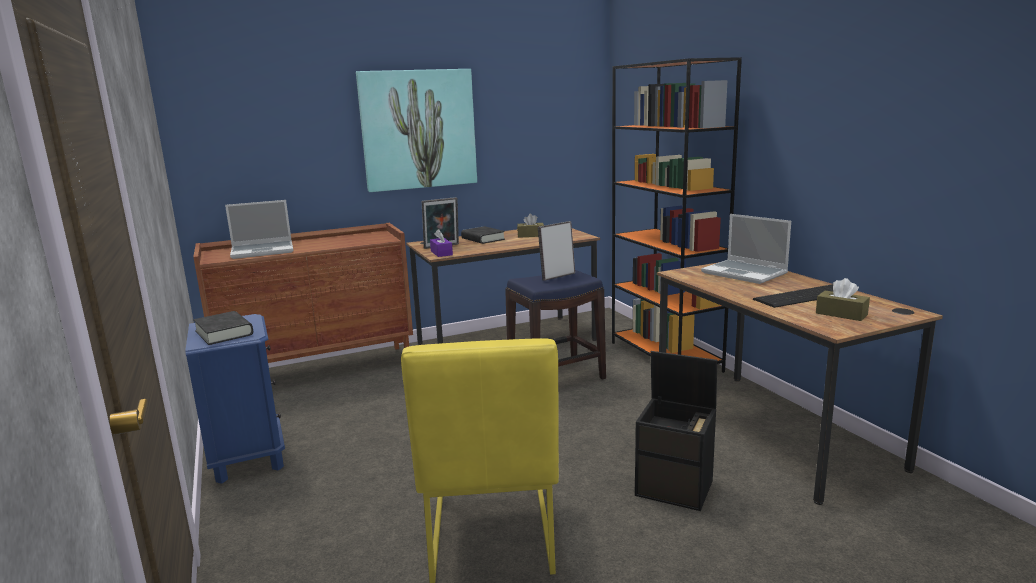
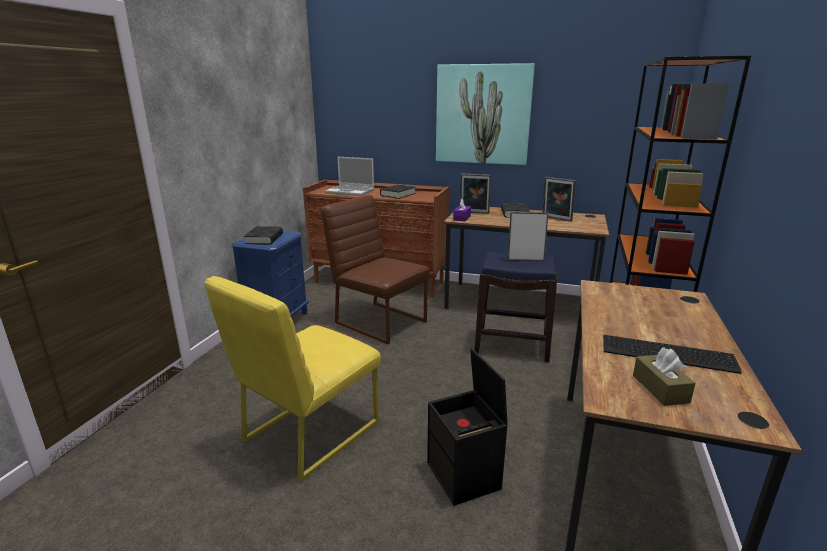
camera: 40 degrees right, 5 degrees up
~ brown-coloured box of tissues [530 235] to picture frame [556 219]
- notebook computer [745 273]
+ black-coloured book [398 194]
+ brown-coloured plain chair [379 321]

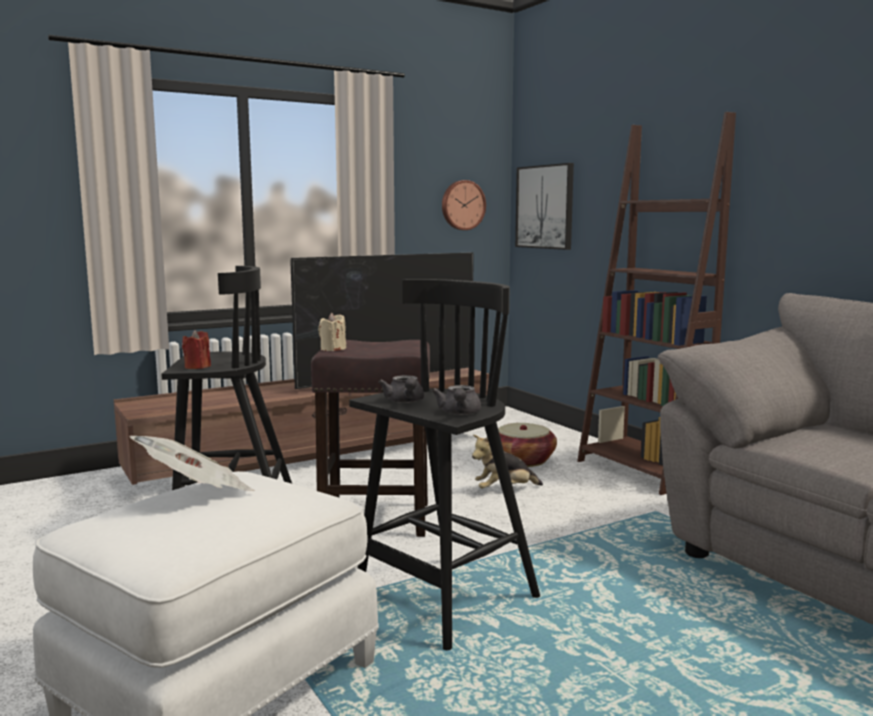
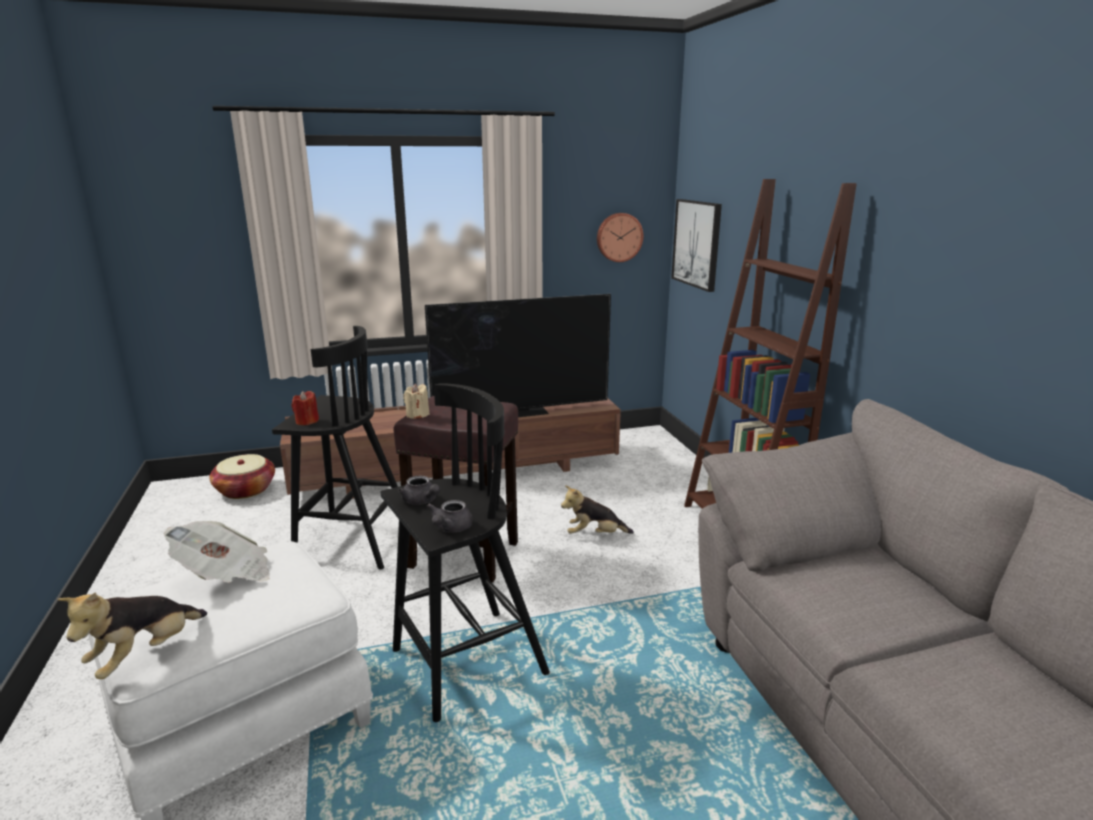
camera: 15 degrees right, 10 degrees up
~ greyish teapot [405 402] = [421 501] 45 degrees counterclockwise
~ basket [523 460] to [245 490]
+ soft toy [145 655]

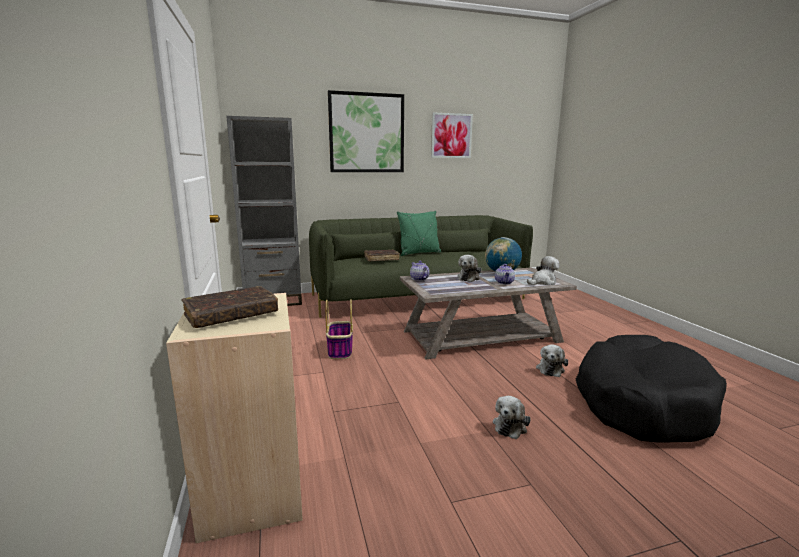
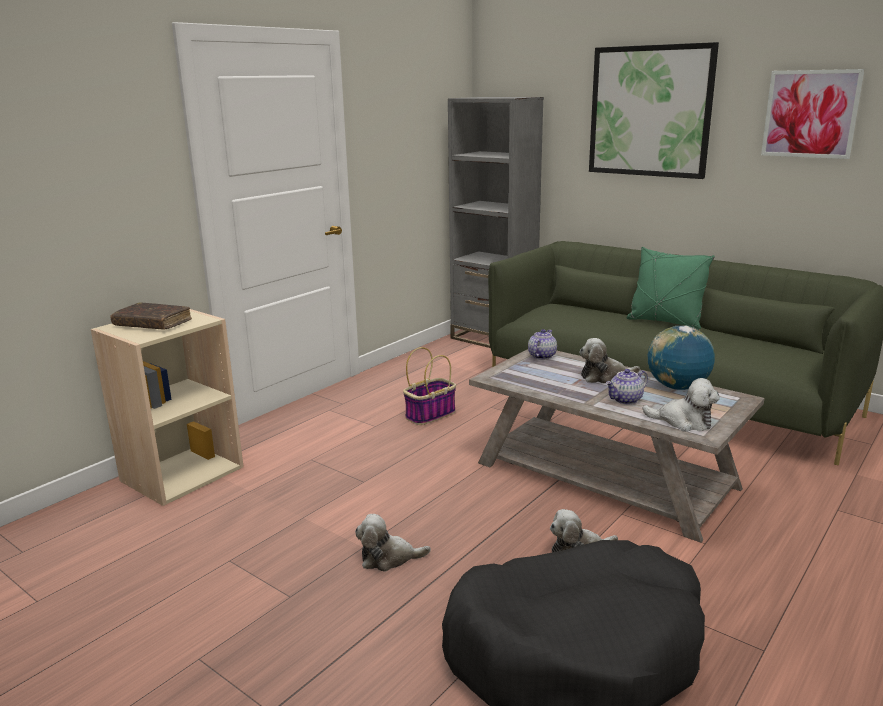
camera: 55 degrees right, 5 degrees up
- brown-coloured book [381 259]

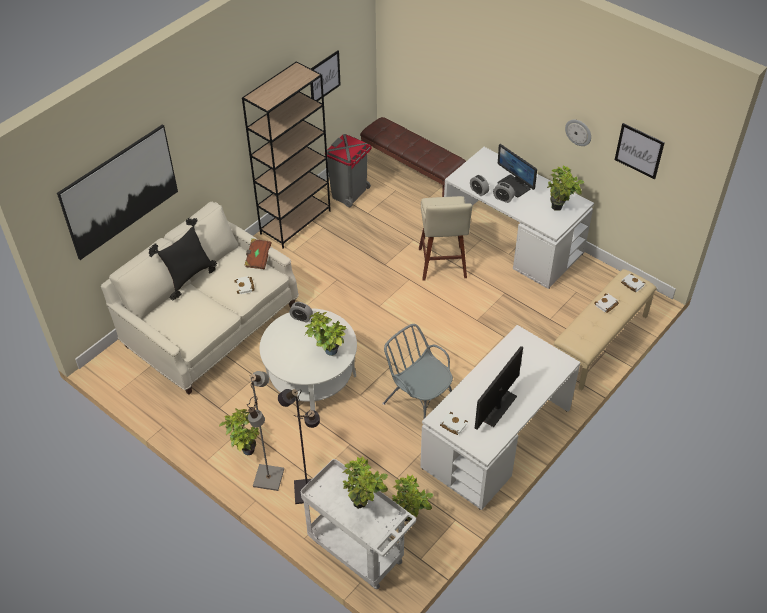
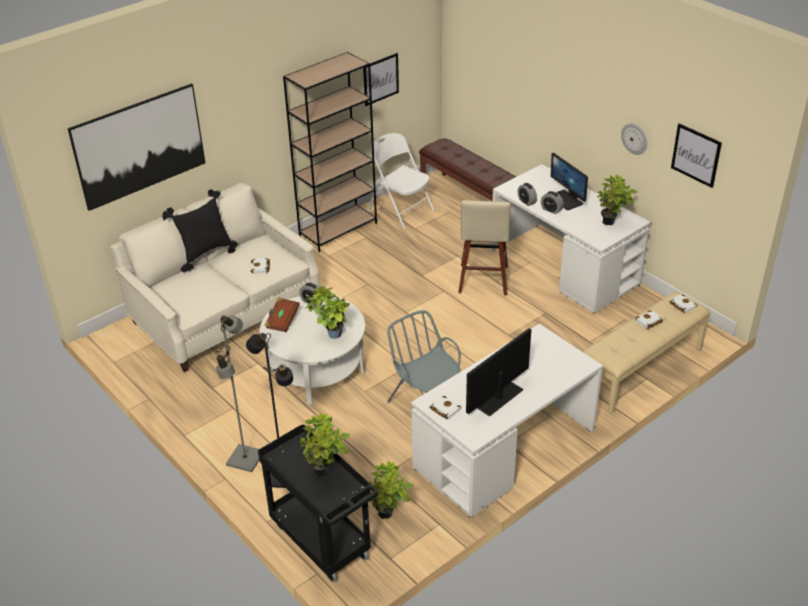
camera: 10 degrees right, 10 degrees down
~ greyish rubbish bin [350 194] to white-coloured plain chair [401 210]
~ brown-coloured book [258 258] to [282 320]
- potted plant [245 449]
~ white-coloured cart [359 554] to black-coloured cart [324 545]

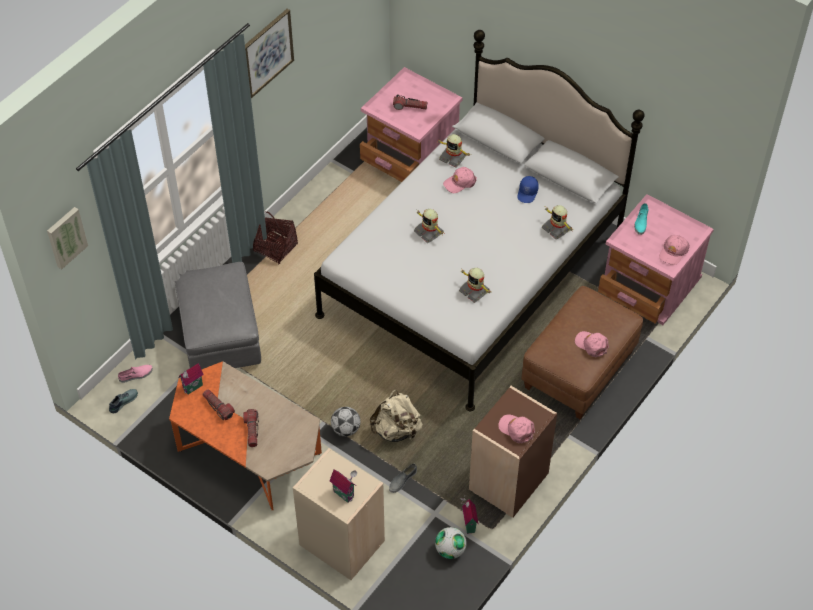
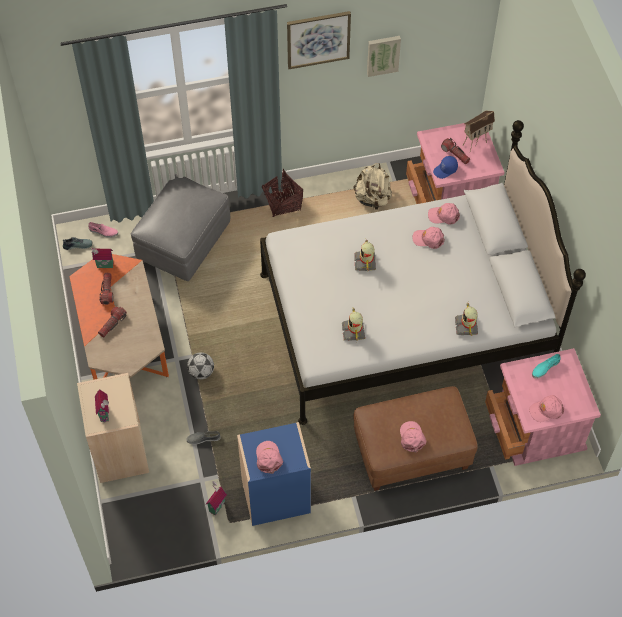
camera: 40 degrees right, 5 degrees up
~ model robot [453 157] to pink-coloured cap [444 216]
~ blue-coloured cap [527 193] to [445 170]
~ picture [66 237] to [383 54]
~ brown-coloured bookcase [509 482] to blue-coloured bookcase [275 497]
~ sand-coloured knapsack [397 430] to [372 199]
- football [450 550]
+ toy house [475 141]

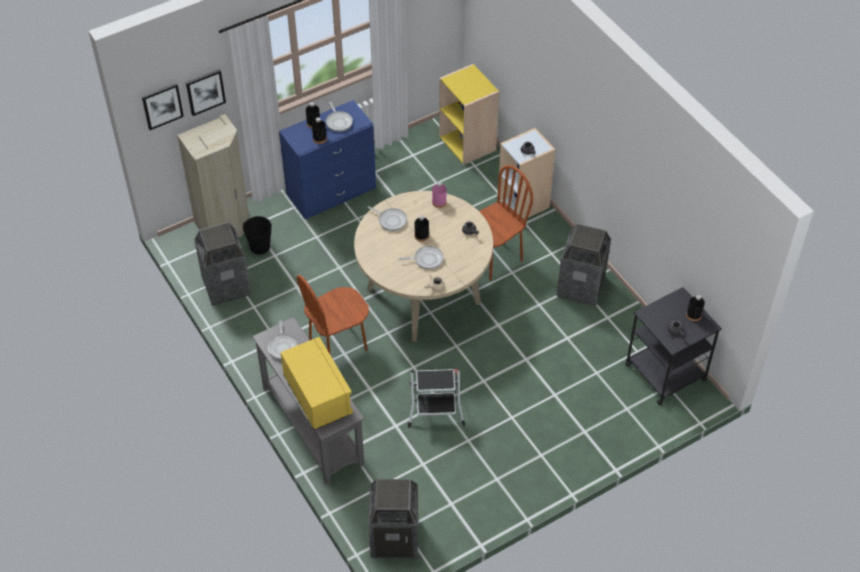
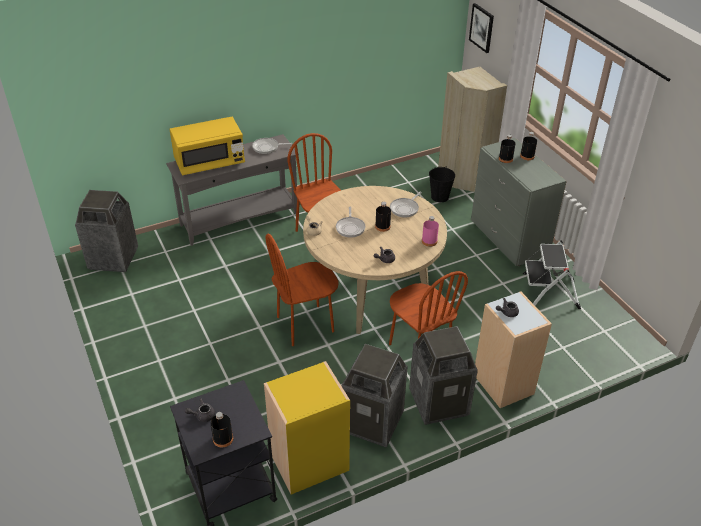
camera: 95 degrees right, 10 degrees down
~ yellow bookcase [468 143] to [309 463]
- picture [205 91]
~ blue-coloured dresser [332 193] to greyish dresser [508 240]
- skillet [338 121]
~ rubbish bin [226 286] to [439 402]
~ step stool [435 405] to [549 291]
+ brown-coloured plain chair [305 325]

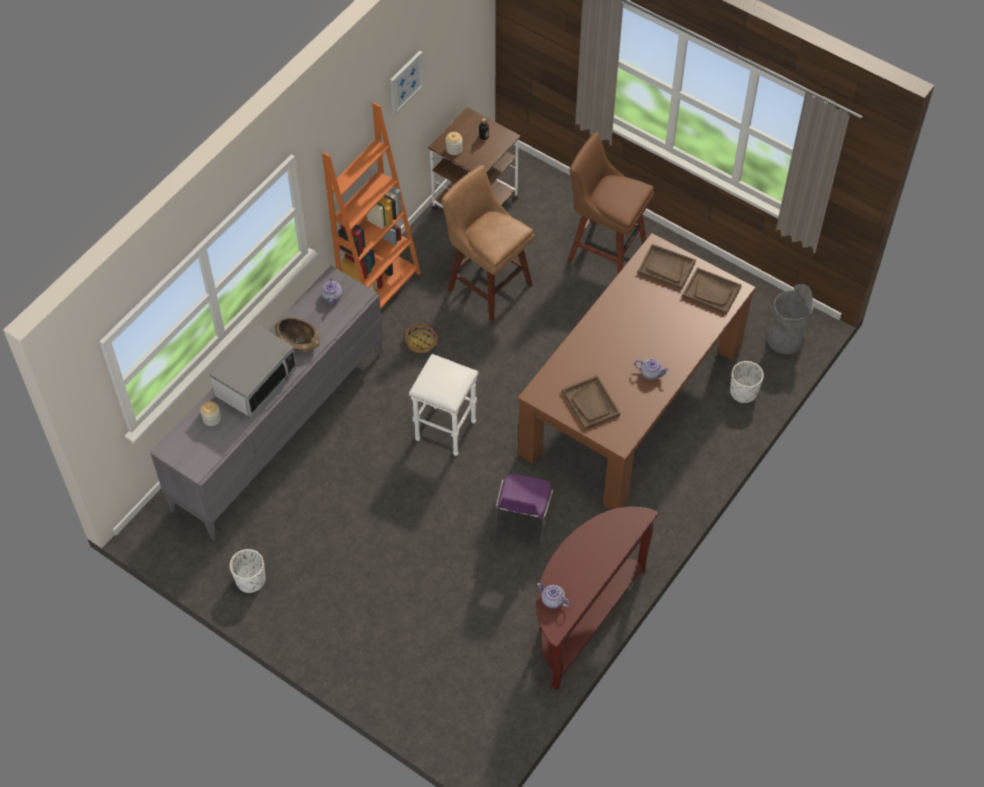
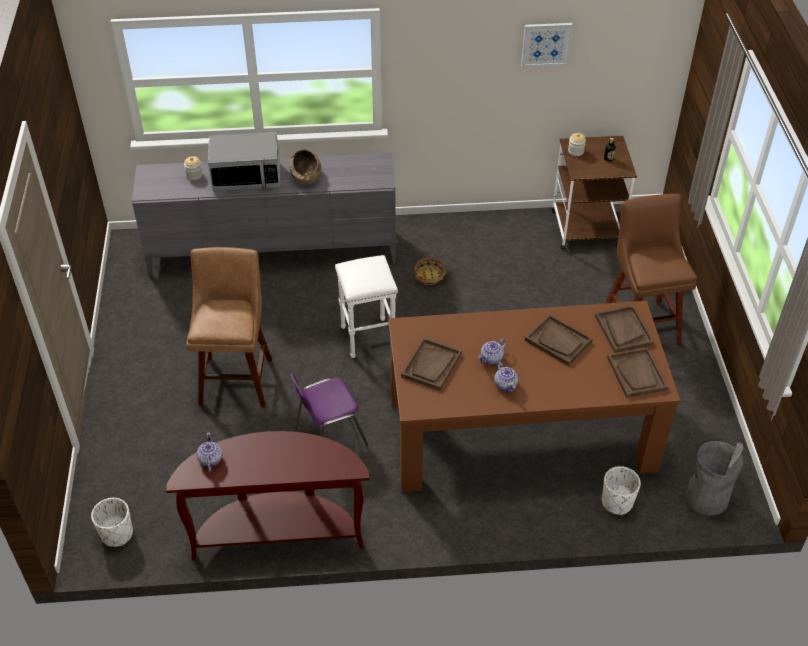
camera: 50 degrees right, 10 degrees down
- orange bookcase [380 287]
~ brown-coloured stool seat [487 285] to [236 379]
~ teapot [332 296] to [491 359]
~ white-coloured flower pot [250 580] to [117 534]
+ brown-coloured serving tray [558 341]

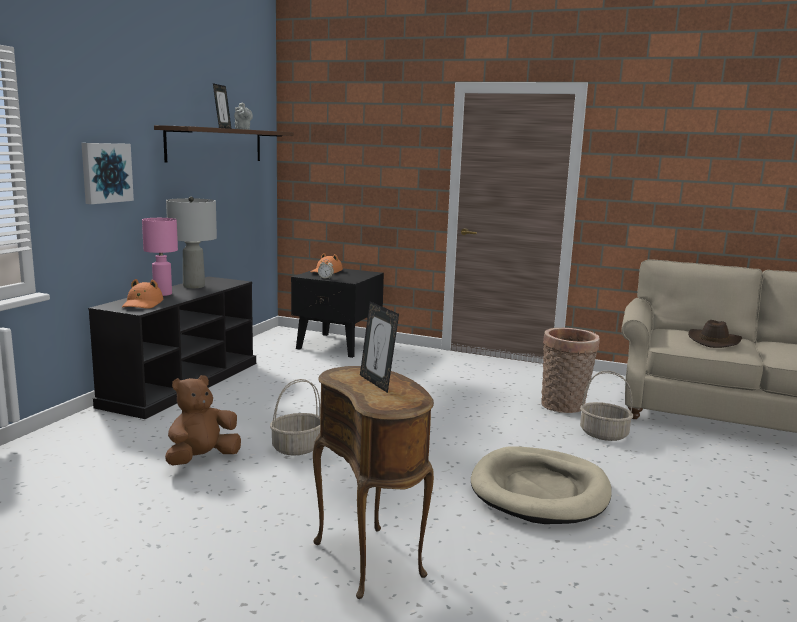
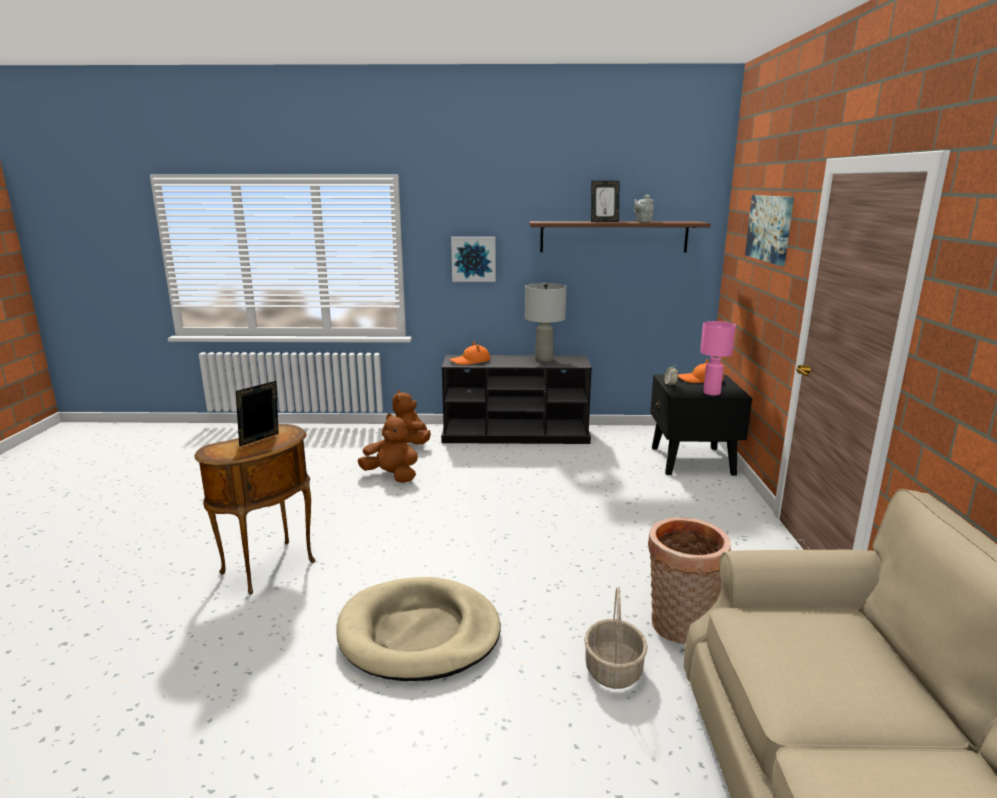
camera: 70 degrees right, 5 degrees up
~ pink-coloured table lamp [163 294] to [712 393]
- brown-coloured wearable hat [713 341]
- basket [297 447]
+ picture [770 228]
+ brown-coloured soft toy [413 441]

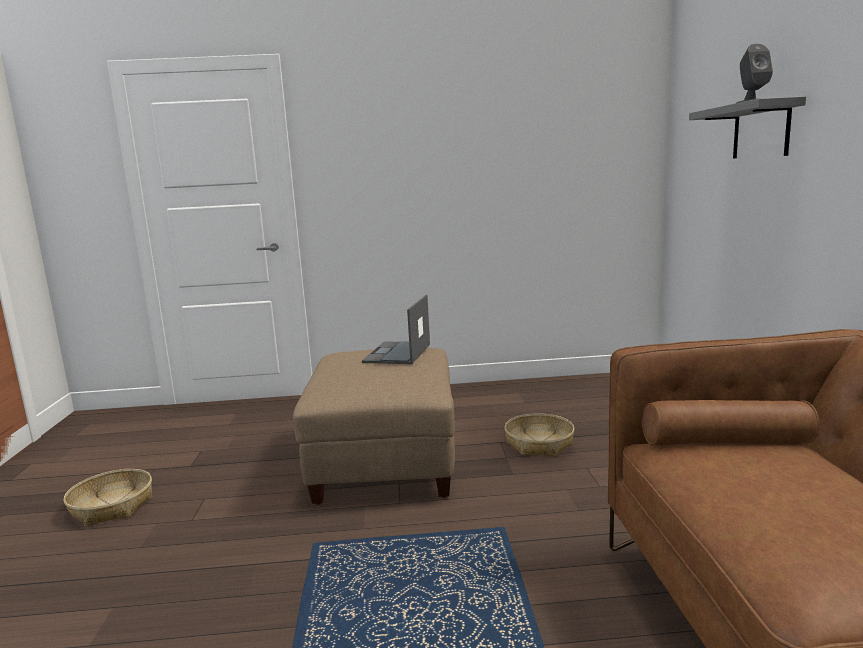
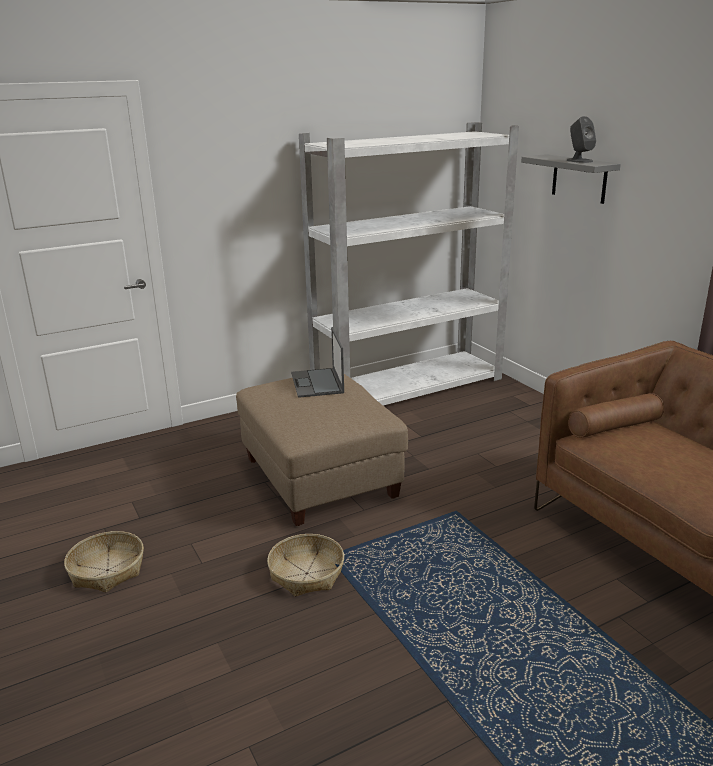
camera: 25 degrees left, 10 degrees up
~ basket [539 444] to [306 573]
+ white-coloured bookcase [408 387]

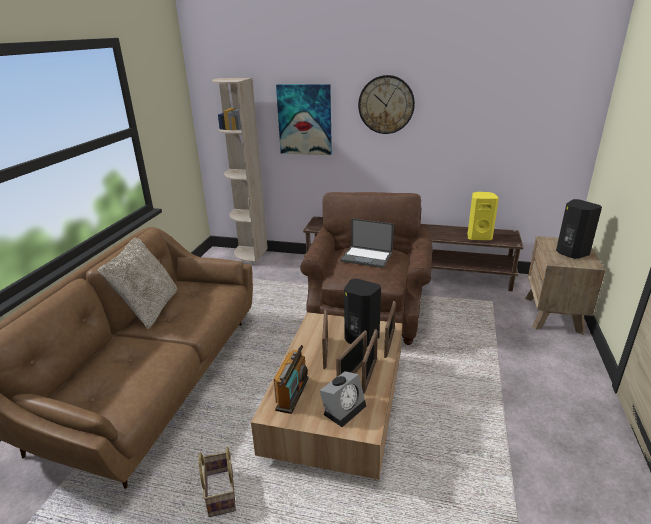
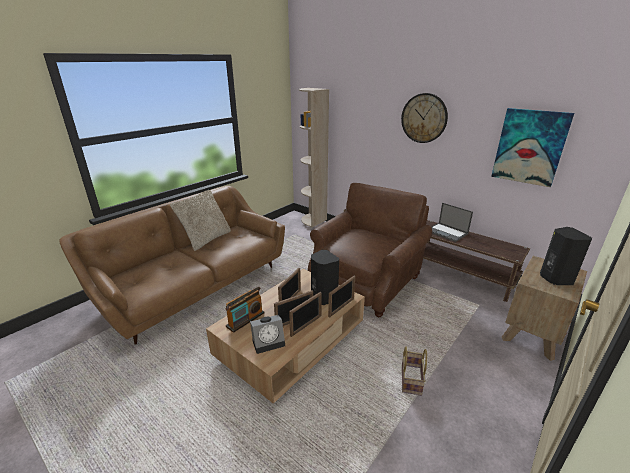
camera: 25 degrees right, 0 degrees up
~ picture [305 119] to [529 147]
- yellow loudspeaker [478 237]
~ notebook computer [367 257] to [447 232]
~ basket [220 492] to [410 379]

